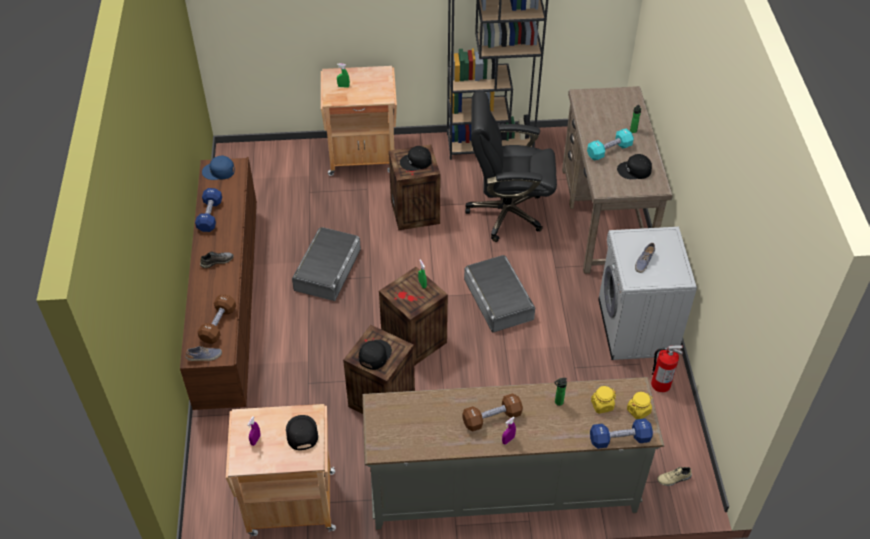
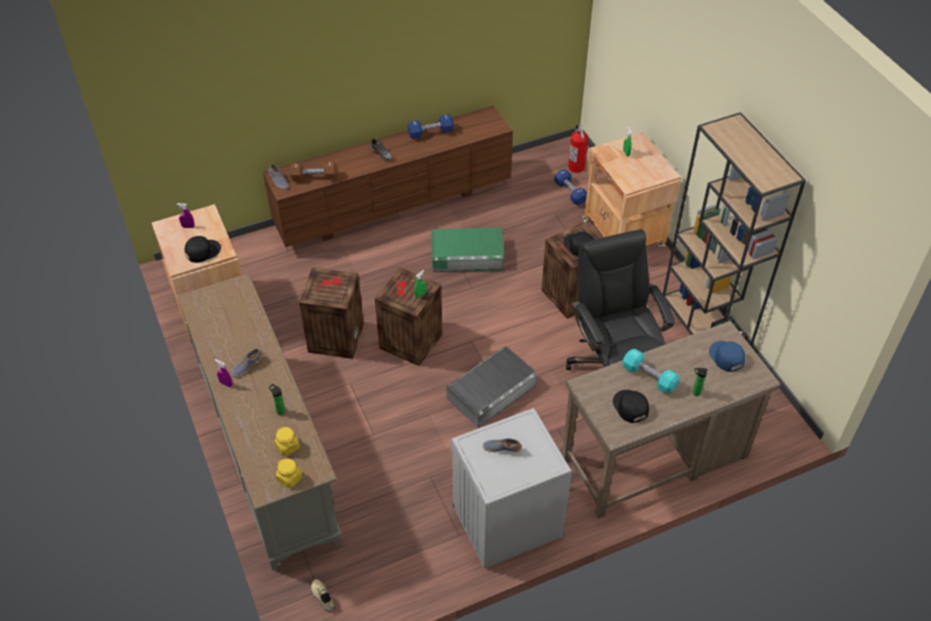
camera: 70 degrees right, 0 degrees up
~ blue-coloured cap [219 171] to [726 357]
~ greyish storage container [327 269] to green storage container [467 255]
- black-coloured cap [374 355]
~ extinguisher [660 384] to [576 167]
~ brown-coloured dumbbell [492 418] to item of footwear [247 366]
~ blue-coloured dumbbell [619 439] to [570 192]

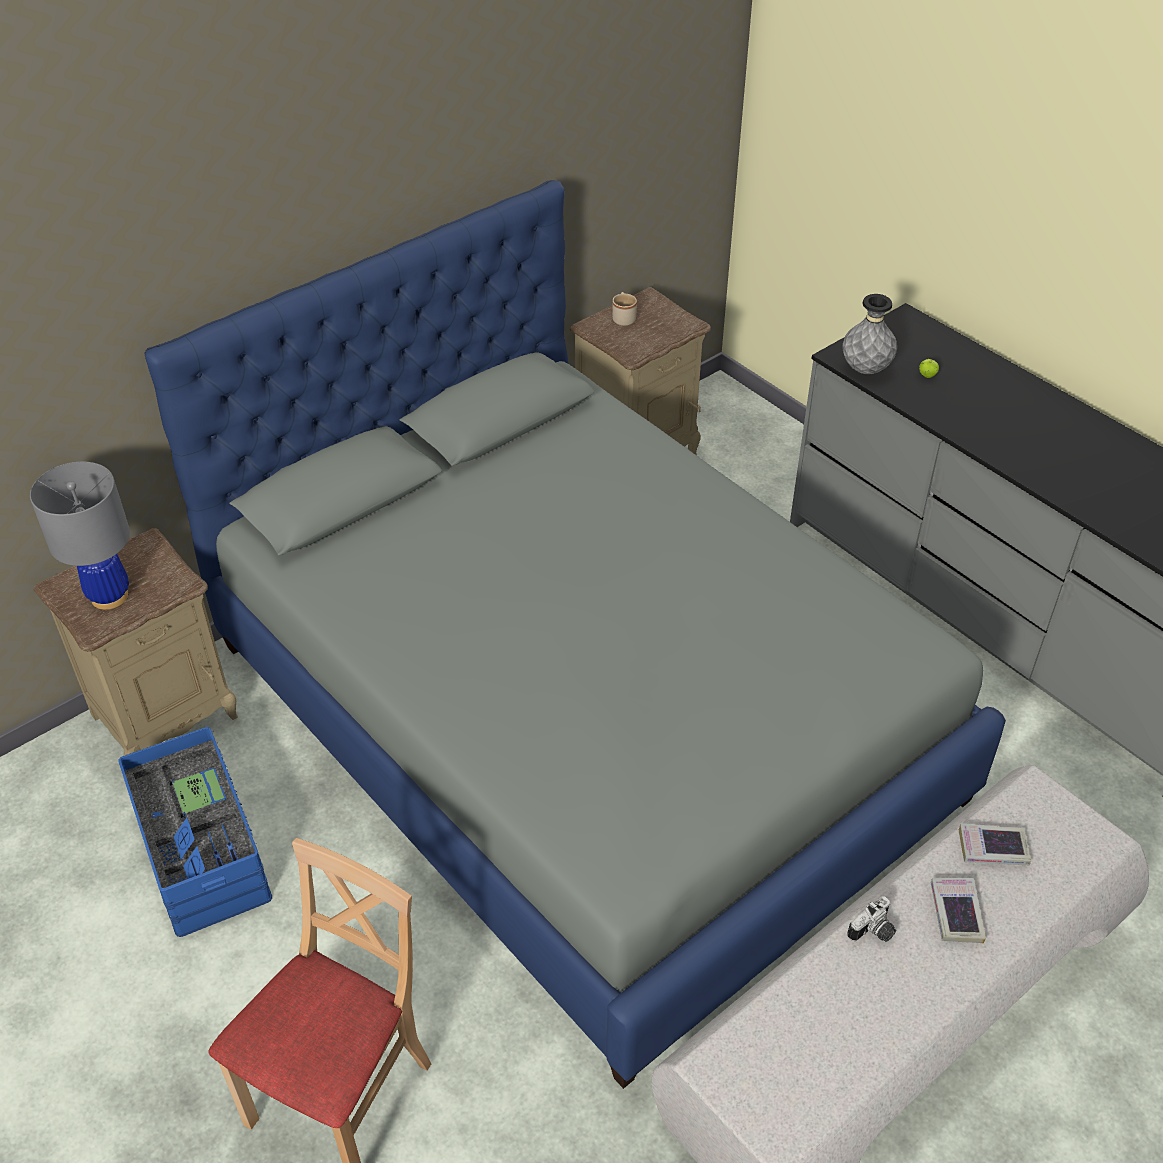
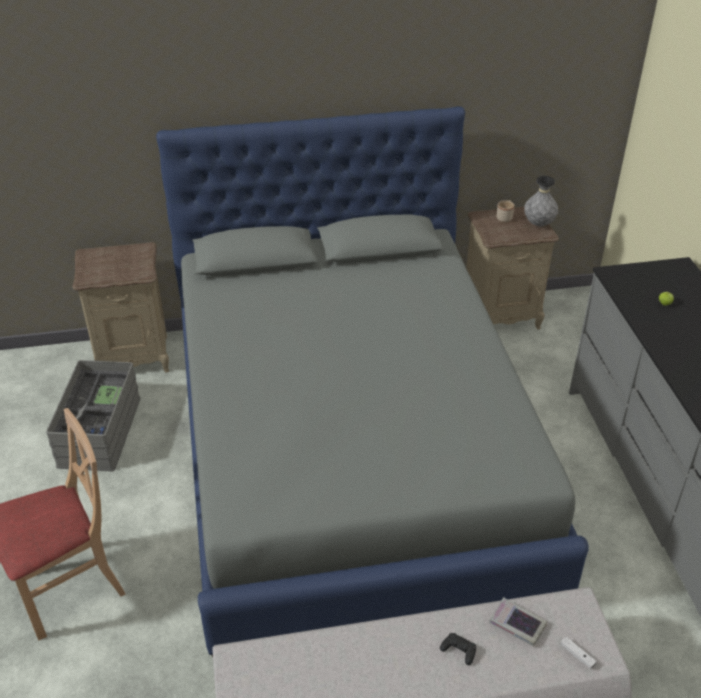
camera: 30 degrees right, 5 degrees down
~ greyish vase [865 369] to [538 224]
- greyish table lamp [109 596]
~ blue-coloured storage container [203 850] to greyish storage container [100 431]
~ book [956 913] to black-coloured game controller [459 650]
- photo camera [874 932]
+ white-coloured game controller [577 655]

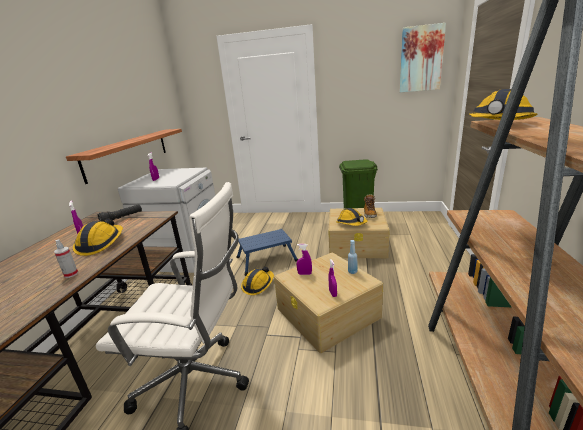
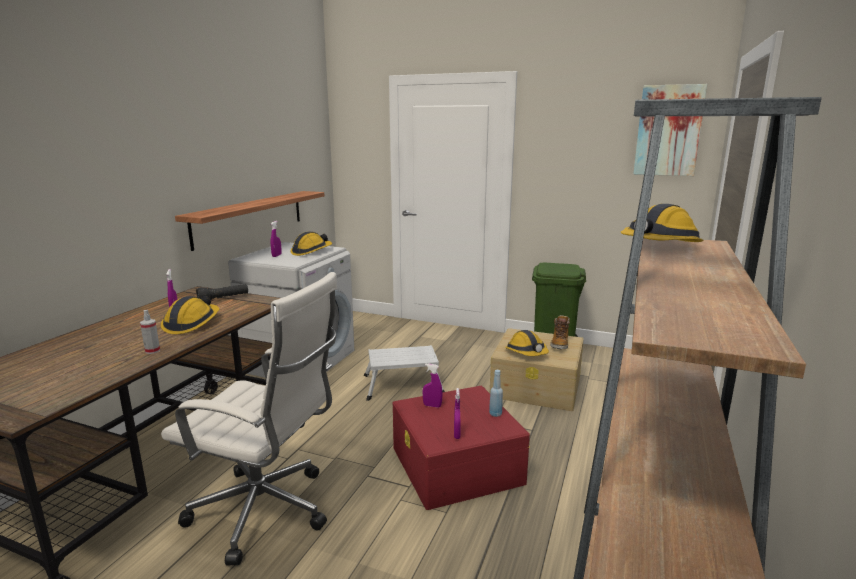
camera: 10 degrees right, 5 degrees down
~ blue-coloured step stool [267 259] to white-coloured step stool [403 384]
~ sand-coloured storage container [328 313] to red storage container [456 465]
~ work helmet [258 285] to [311 251]

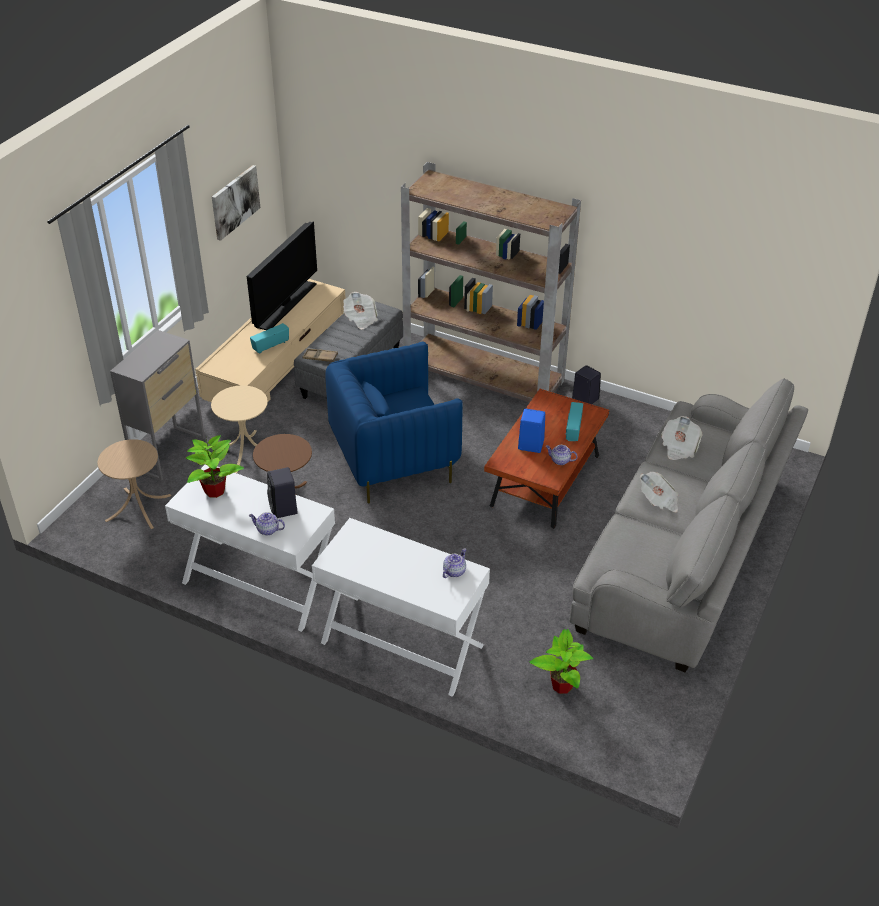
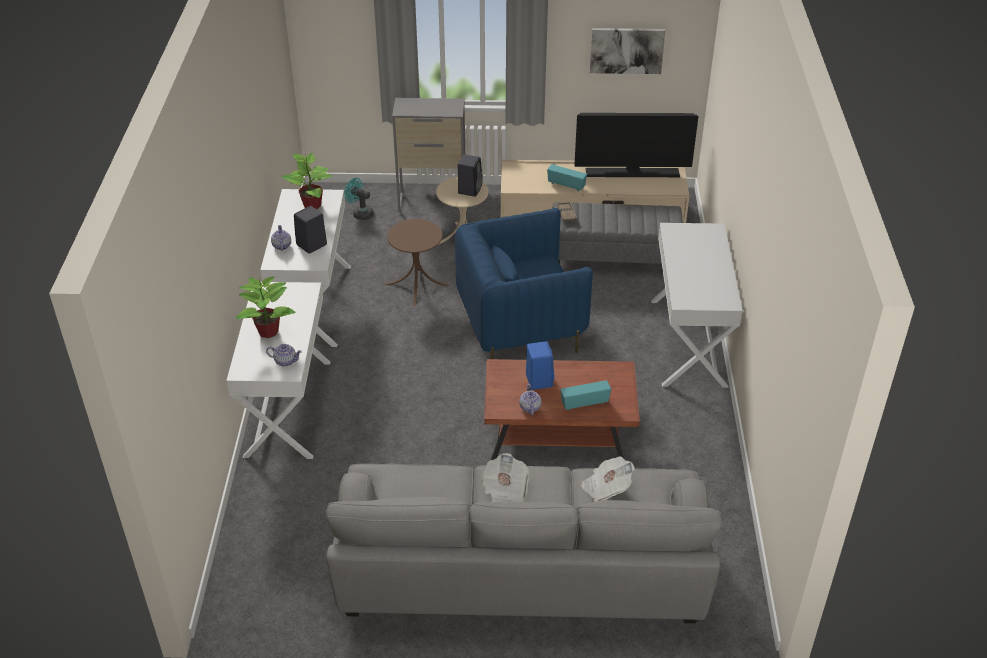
camera: 65 degrees right, 0 degrees up
~ brown-coloured bookcase [483 373] to white-coloured hall table [689 342]
- printed paper [360 319]
~ blue-coloured easy chair [392 456] = [518 323] 60 degrees counterclockwise
~ black-coloured loudspeaker [584 399] to [470 189]
~ sand-coloured accent table [138 508] to turquoise-coloured electric fan [360 213]
~ potted plant [561 685] to [269 331]

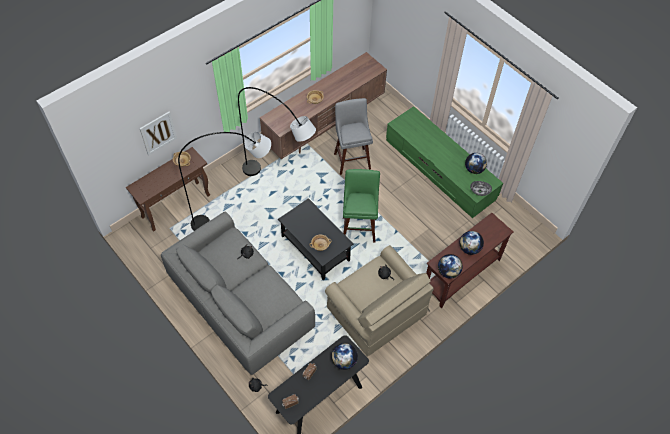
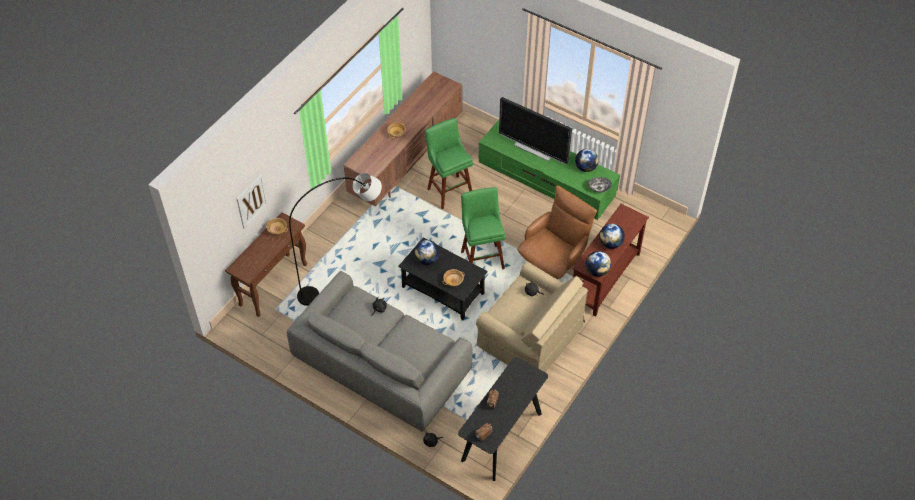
camera: 15 degrees left, 5 degrees down
- greyish standing lamp [280 183]
~ greyish stool seat [352 160] to green stool seat [449 191]
~ desk globe [344 361] to [427 260]
+ TV set [534 149]
+ brown-coloured easy chair [553 265]

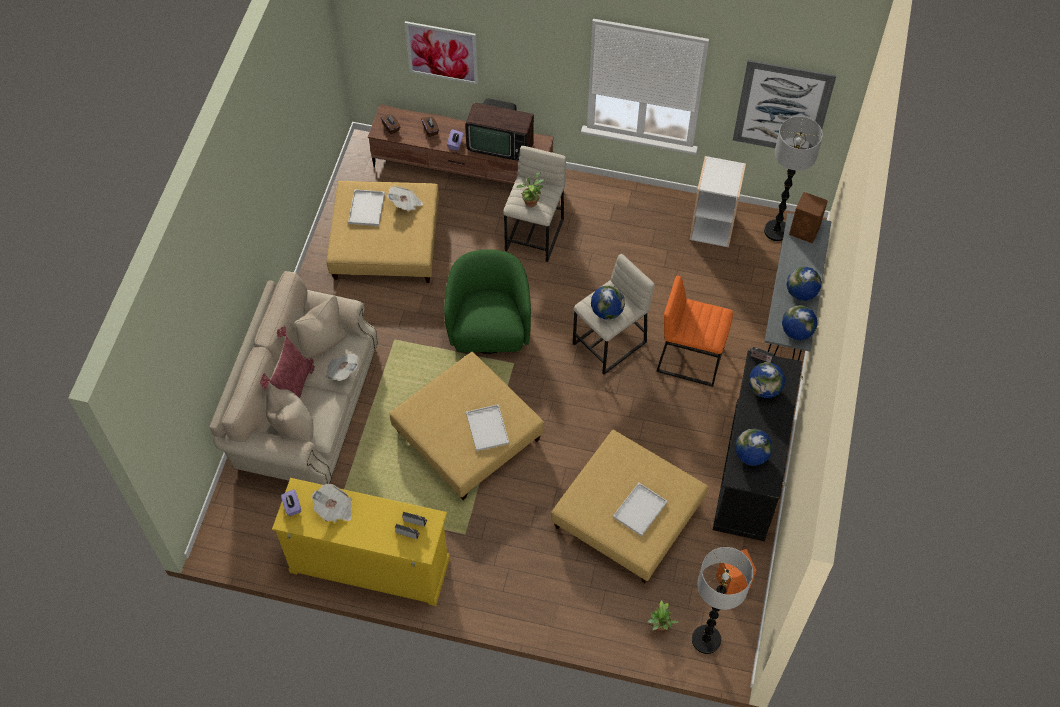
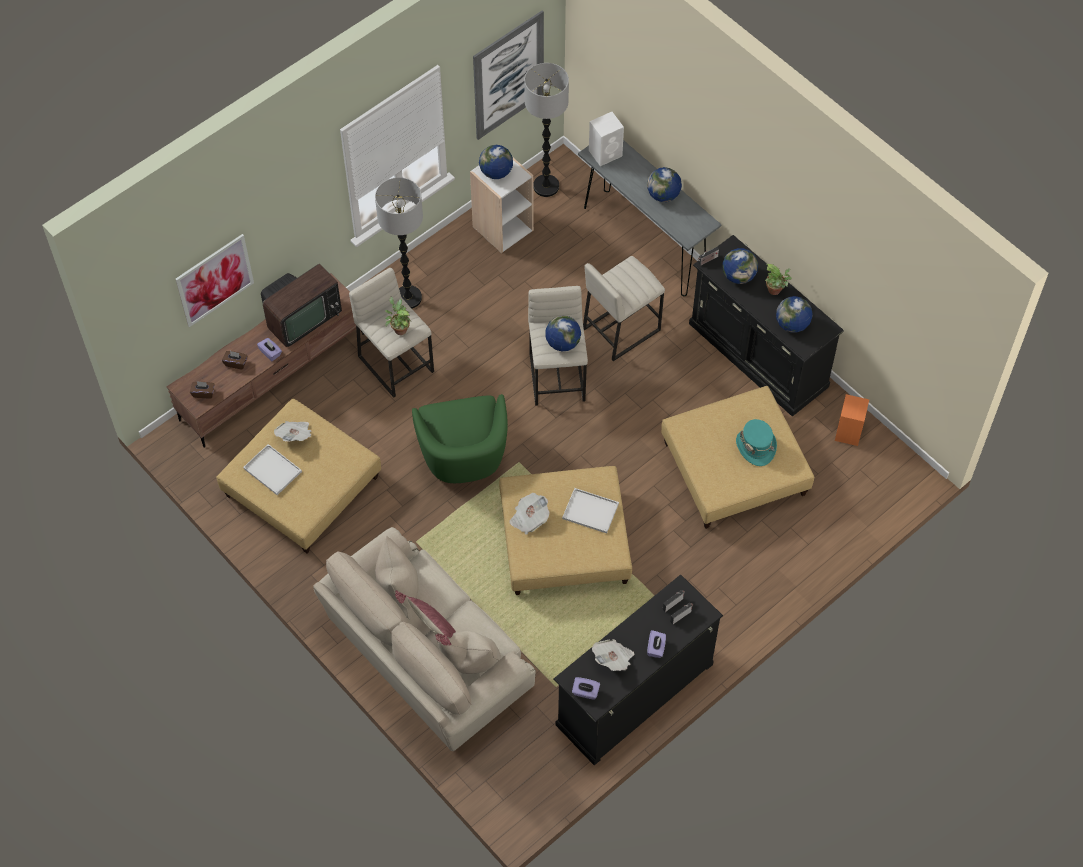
camera: 55 degrees left, 0 degrees up
~ brown-coloured loudspeaker [805 231] to white-coloured loudspeaker [606 153]
~ green easy chair [489 326] = [464 458] 135 degrees counterclockwise
~ orange stool seat [690 359] to sand-coloured stool seat [621 329]
~ desk globe [796 332] to [496 172]
~ printed paper [342 371] to [529 518]
~ yellow storage cabinet [369 564] to black-coloured storage cabinet [634 695]
~ white-coloured serving tray [640 510] to turquoise-coloured wearable hat [755 447]
~ standing lamp [706 640] to [408 298]
~ potted plant [660 627] to [775 291]
+ purple-coloured box of tissues [656 648]

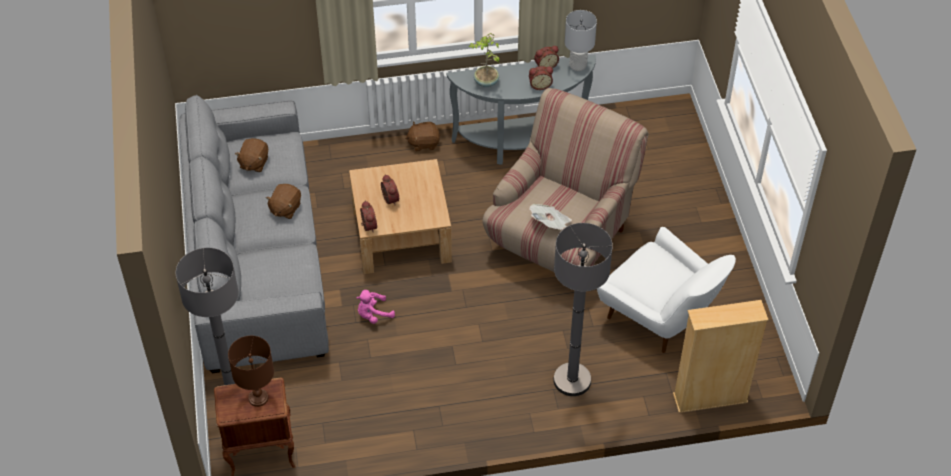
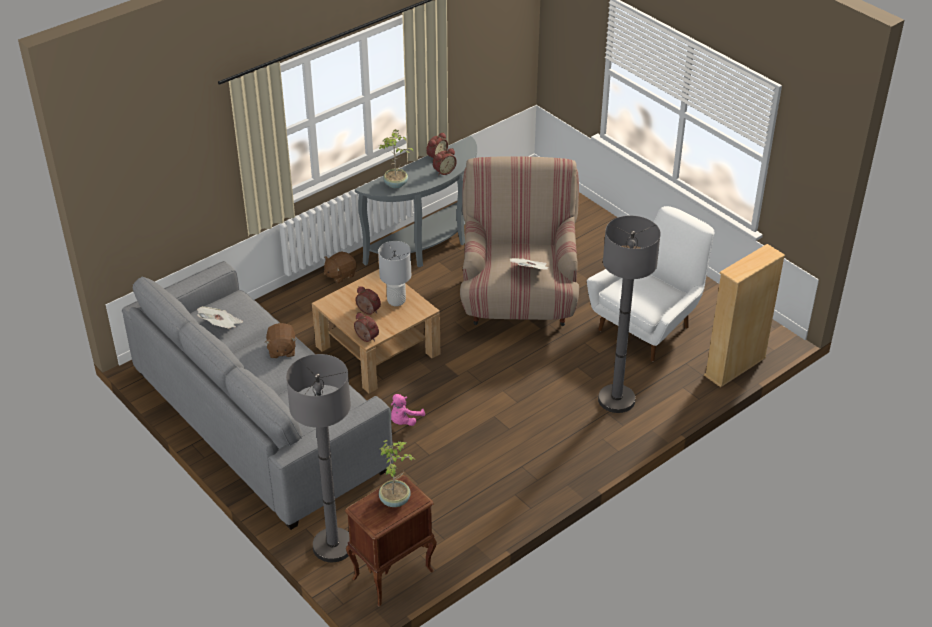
camera: 30 degrees left, 10 degrees down
~ greyish table lamp [578 66] to [396 302]
~ brown-coloured soft toy [254 163] to printed paper [221 326]
~ white-coloured easy chair [661 319] = [649 327] 60 degrees counterclockwise
~ brown-coloured table lamp [258 398] to potted plant [395 500]

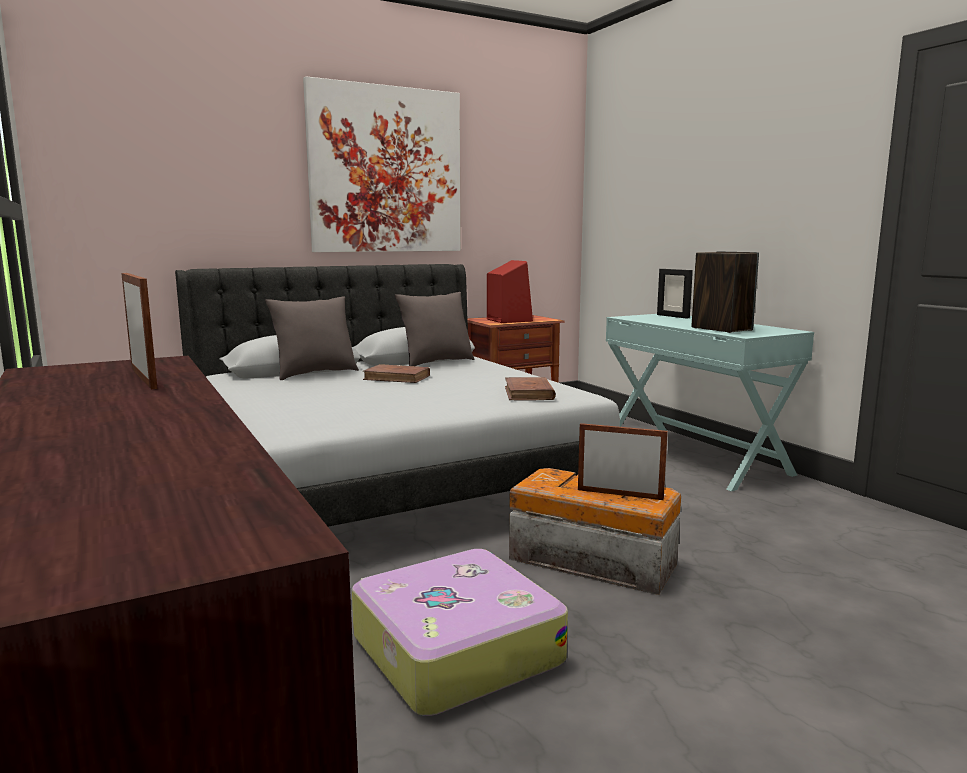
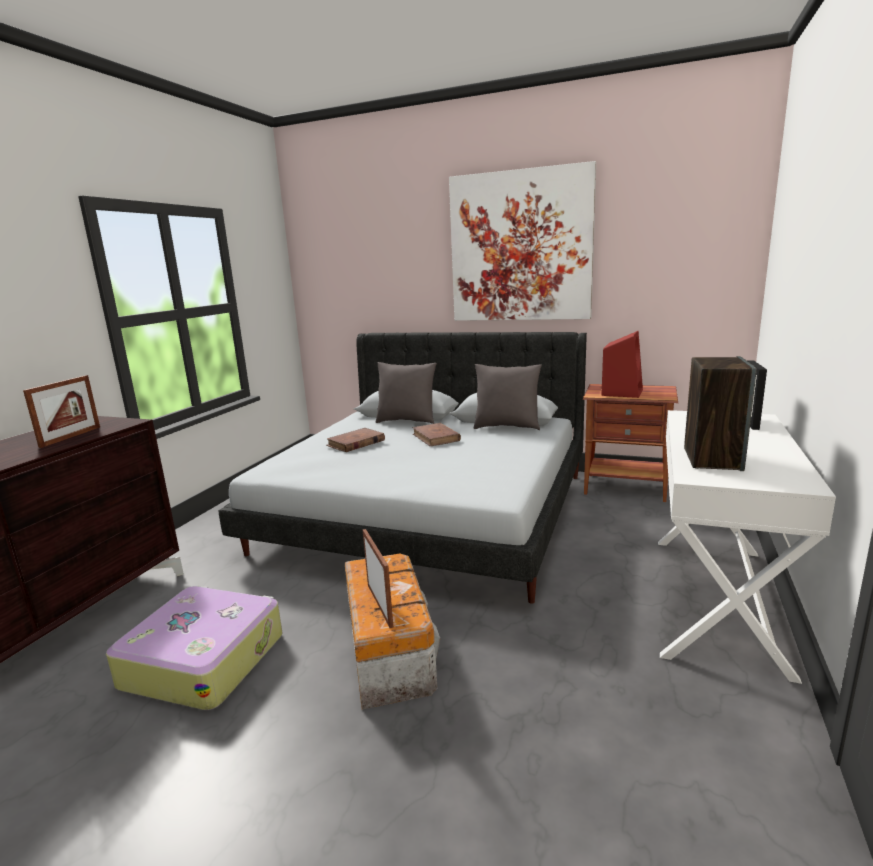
camera: 50 degrees right, 5 degrees up
~ turquoise-coloured desk unit [693 456] to white-coloured desk unit [716 598]
~ brown-coloured book [528 393] to [356 443]

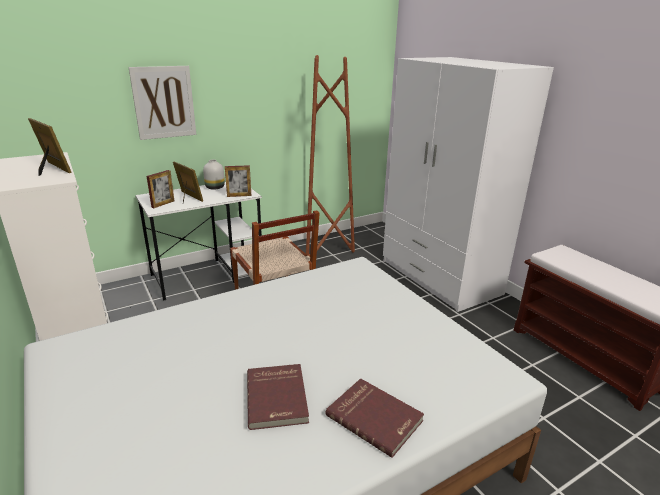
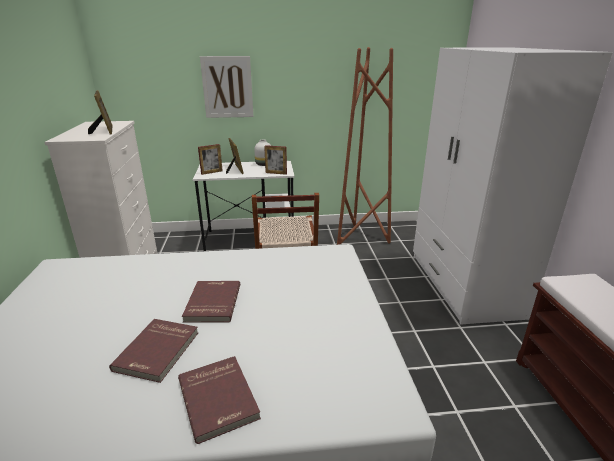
camera: 25 degrees right, 0 degrees up
+ red book [212 303]

